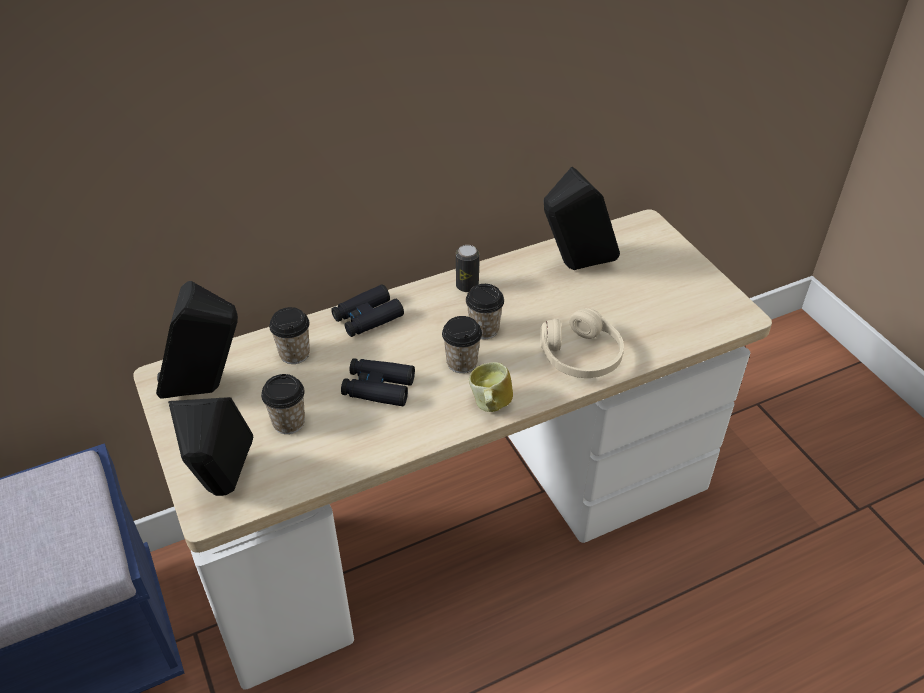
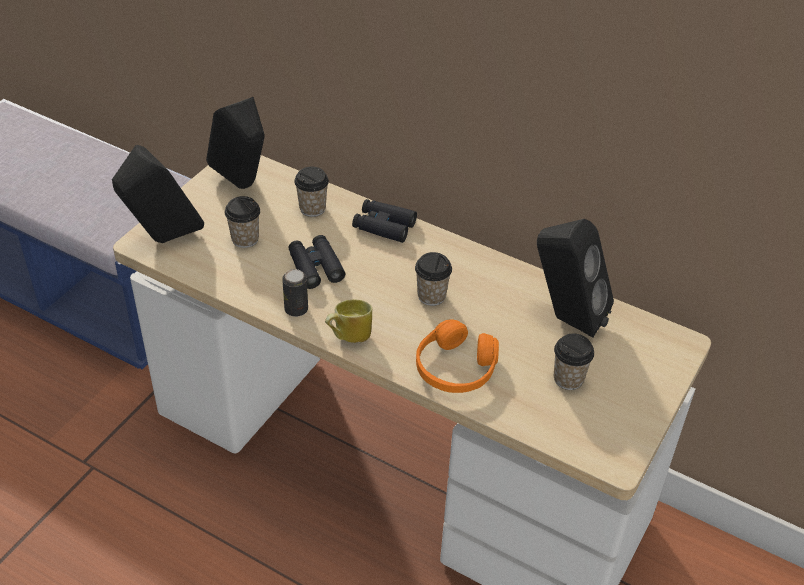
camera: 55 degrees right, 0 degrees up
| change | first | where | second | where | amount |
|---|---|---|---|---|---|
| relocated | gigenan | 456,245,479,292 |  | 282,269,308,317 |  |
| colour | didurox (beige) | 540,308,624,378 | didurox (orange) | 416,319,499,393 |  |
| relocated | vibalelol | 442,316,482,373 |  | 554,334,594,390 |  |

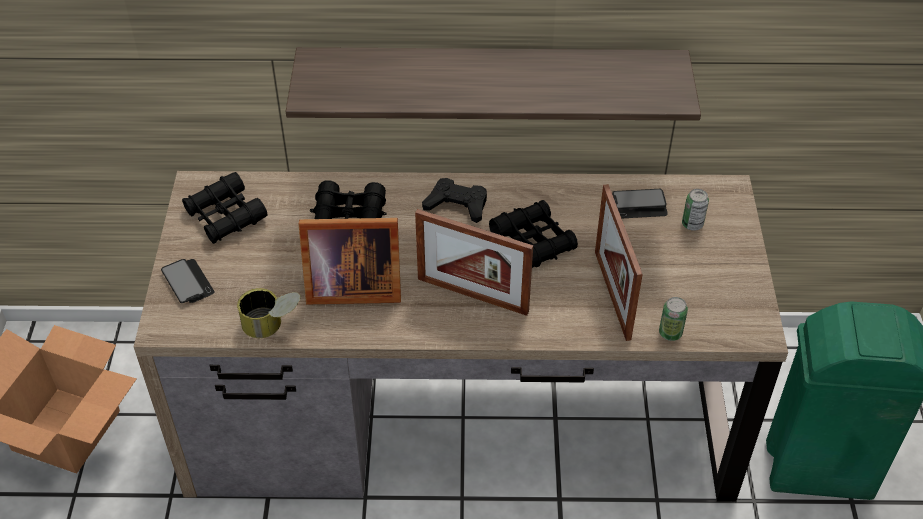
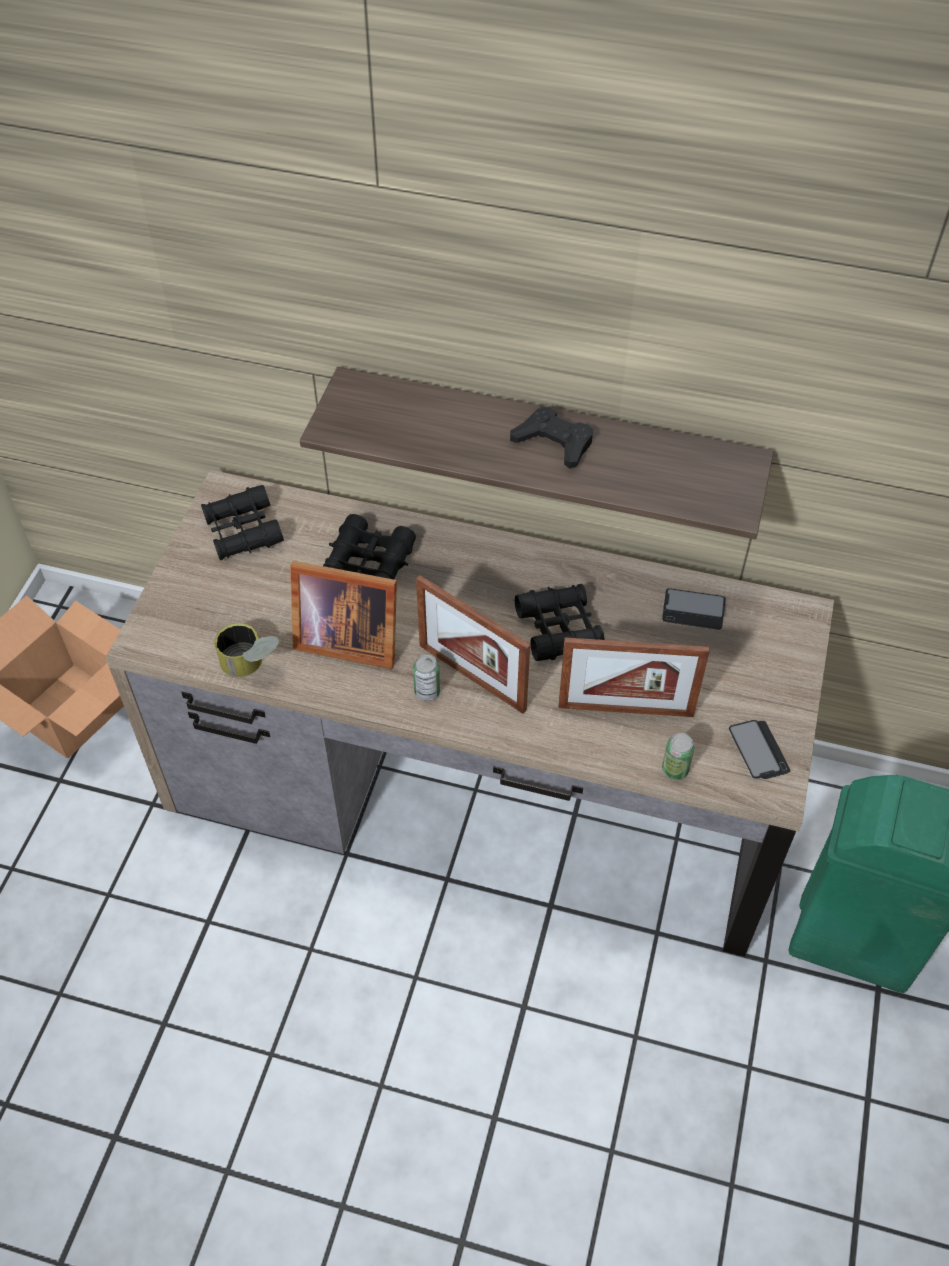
camera: 15 degrees right, 5 degrees up
| change | first | where | second | where | amount |
|---|---|---|---|---|---|
| relocated | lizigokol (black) | 422,178,487,223 |  | 510,407,593,469 |  |
| spun | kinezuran | 595,184,643,341 |  | 558,637,710,717 | 90 degrees counterclockwise |
| relocated | gigenan | 682,189,709,231 |  | 413,655,440,701 |  |
| relocated | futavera | 161,259,215,303 |  | 729,720,791,779 |  |

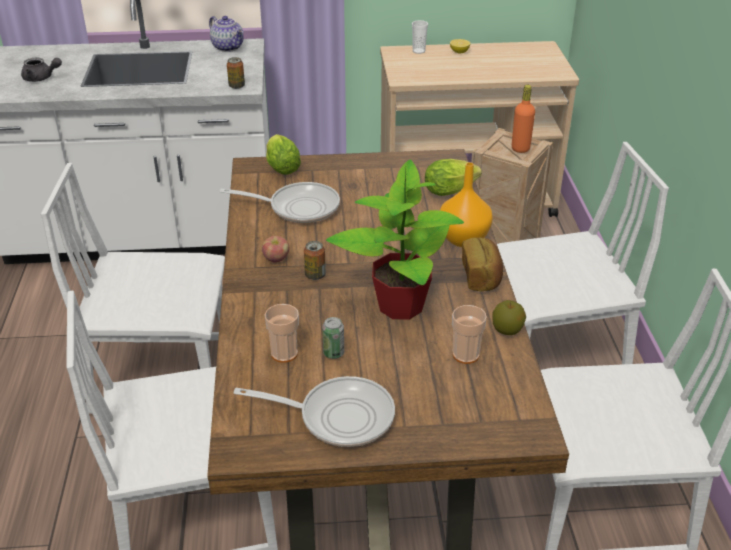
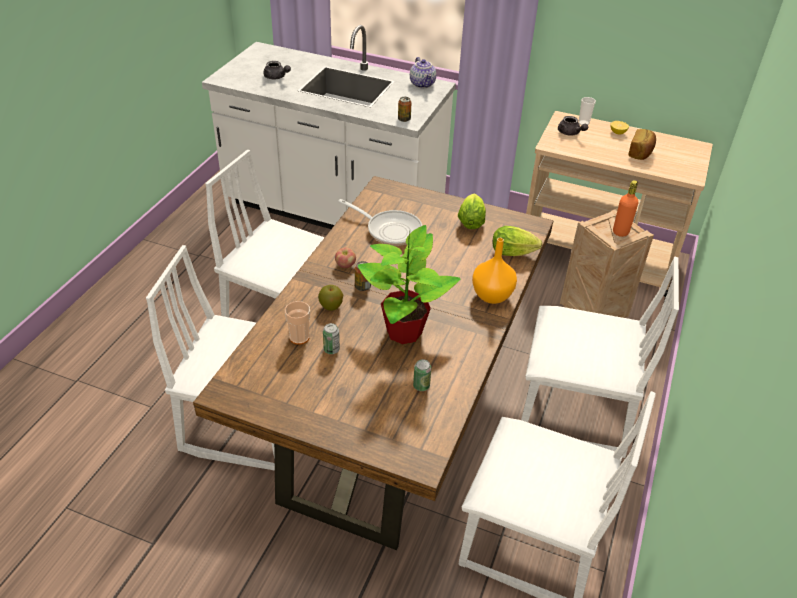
camera: 25 degrees right, 5 degrees up
| change | first | where | second | where | amount |
|---|---|---|---|---|---|
| relocated | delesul | 266,134,301,175 |  | 458,193,486,229 |  |
| relocated | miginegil | 462,238,503,291 |  | 628,129,656,160 |  |
| relocated | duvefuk | 492,300,526,335 |  | 318,285,343,311 |  |
| exchanged | vibalelol | 452,305,487,364 | gigenan | 413,359,431,391 |  |
| missing | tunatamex | 234,376,395,447 |  |  |  |
| appeared |  |  | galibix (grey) | 558,116,588,136 |  |

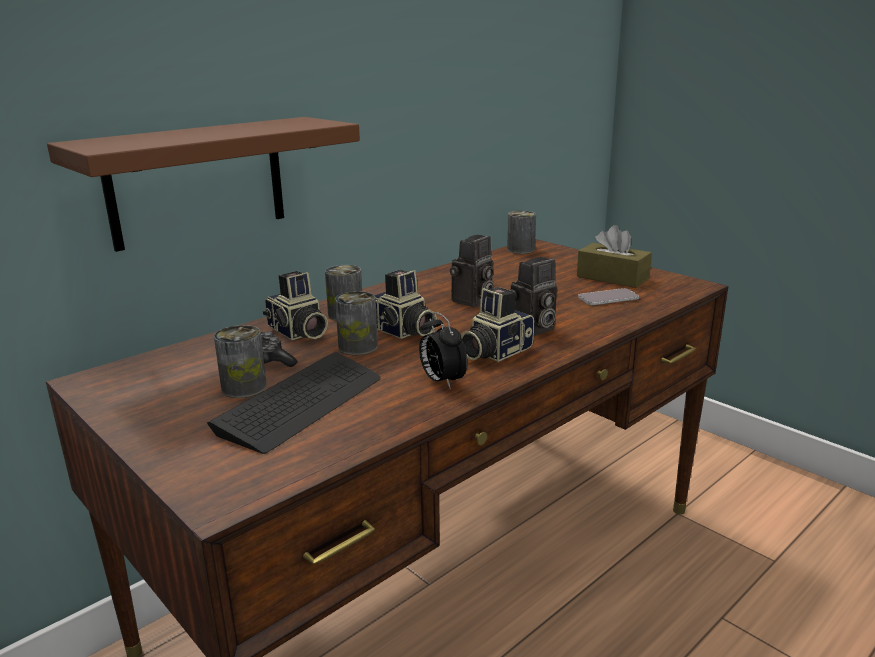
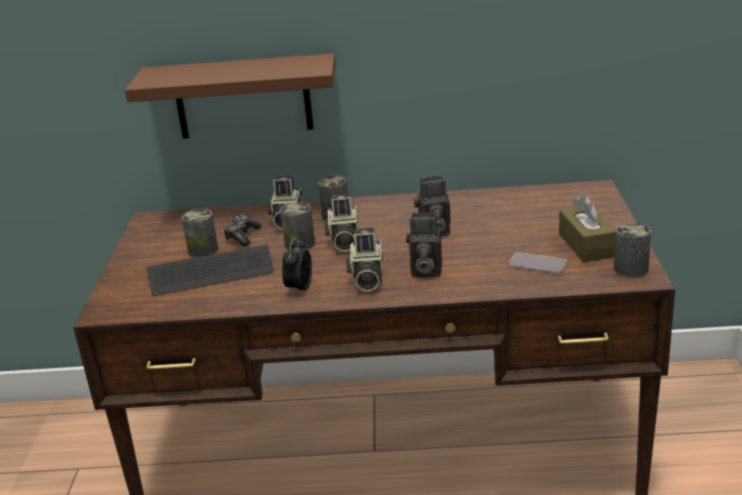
camera: 45 degrees right, 5 degrees up
| change | first | where | second | where | amount |
|---|---|---|---|---|---|
| relocated | gigenan | 507,211,536,254 |  | 614,222,651,278 |  |
| spun | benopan | 461,287,534,362 |  | 346,228,384,292 | 90 degrees counterclockwise |

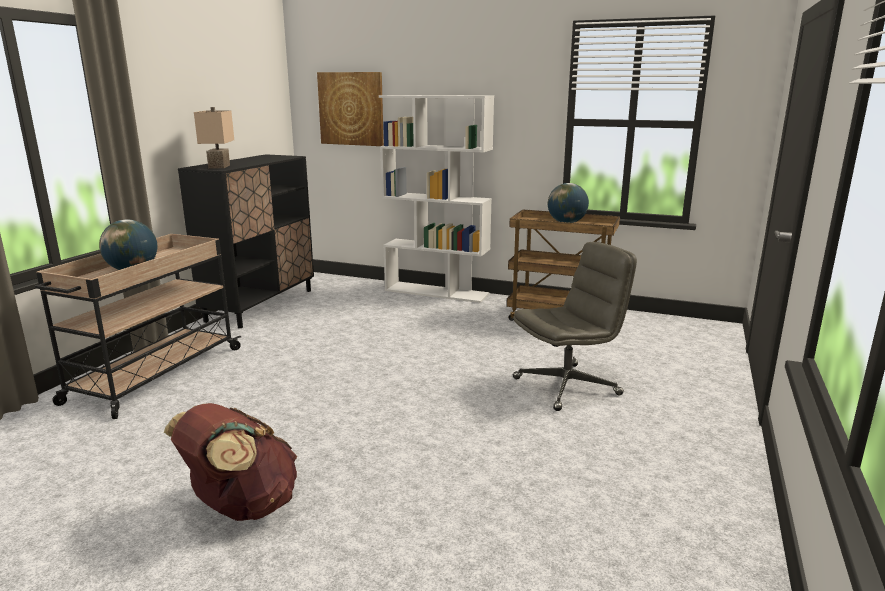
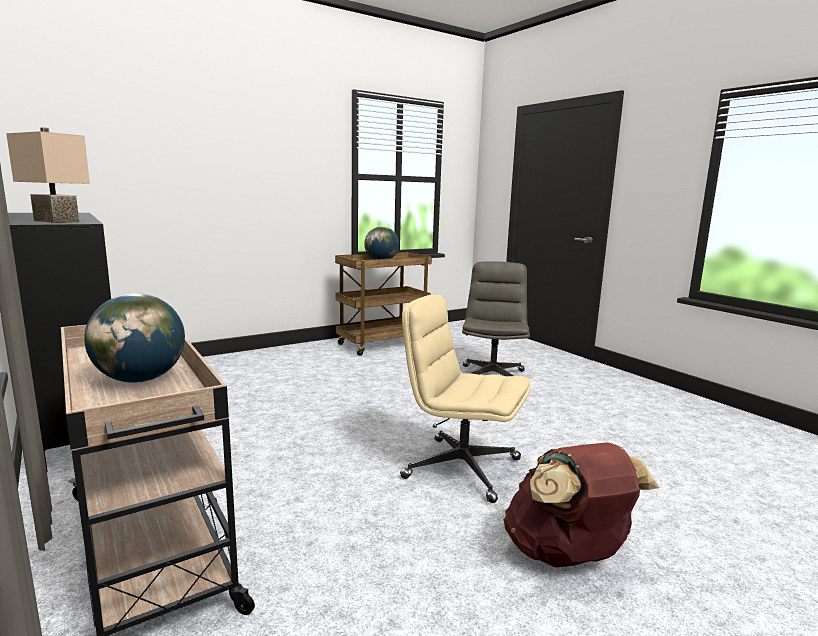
camera: 55 degrees left, 5 degrees down
| change | first | where | second | where | amount |
|---|---|---|---|---|---|
| missing | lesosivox | 317,72,384,146 |  |  |  |
| missing | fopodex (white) | 379,95,494,303 |  |  |  |
| appeared |  |  | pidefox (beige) | 400,295,530,503 |  |

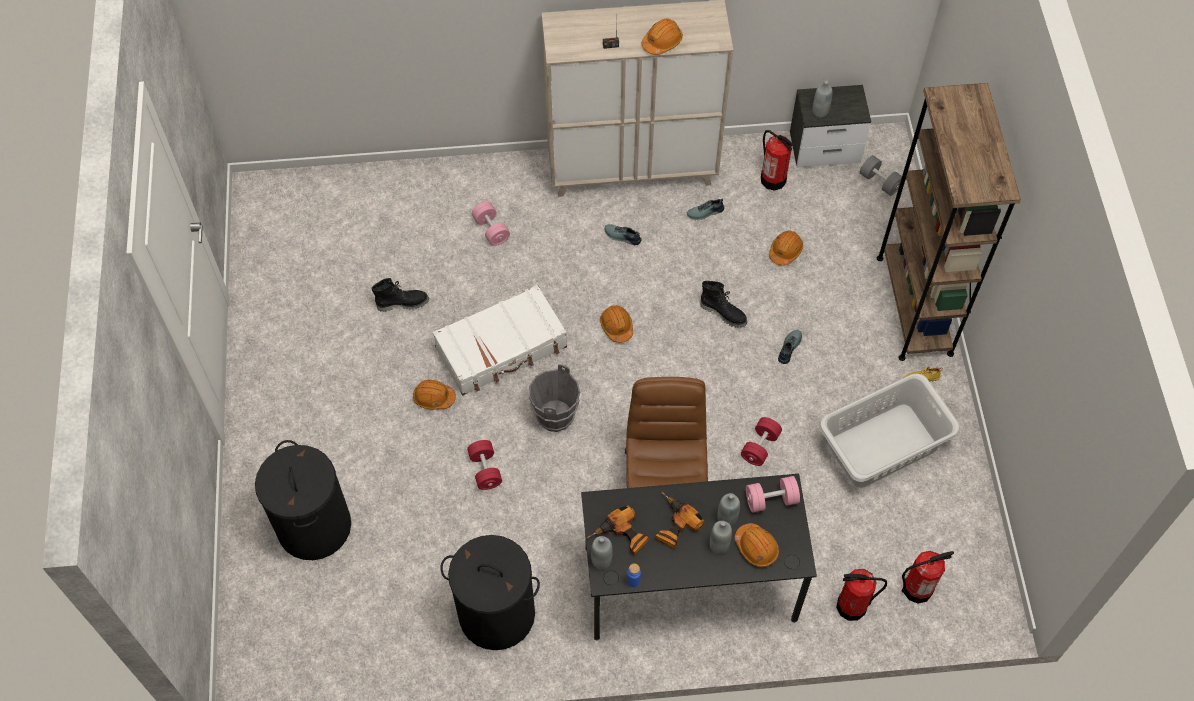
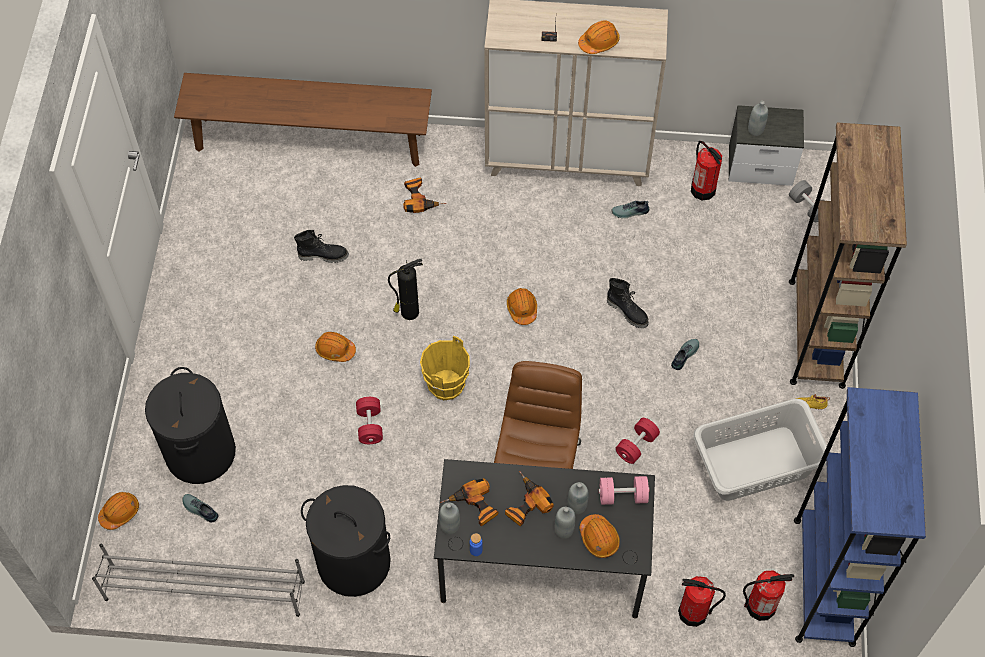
camera: 10 degrees right, 0 degrees up
| change | first | where | second | where | amount |
|---|---|---|---|---|---|
| exchanged | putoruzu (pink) | 472,202,510,246 | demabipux | 403,177,447,213 |  |
| relocated | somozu | 605,224,642,245 |  | 182,494,219,522 |  |
| relocated | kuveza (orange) | 769,231,803,266 |  | 98,492,139,530 |  |
| exchanged | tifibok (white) | 433,285,567,395 | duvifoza | 388,259,423,320 |  |
| colour | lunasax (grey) | 529,364,580,432 | lunasax (yellow) | 420,336,470,401 |  |
| appeared |  |  | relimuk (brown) | 174,73,432,167 |  |
| appeared |  |  | fopodex (blue) | 794,387,926,647 |  |
| appeared |  |  | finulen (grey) | 92,543,305,617 |  |

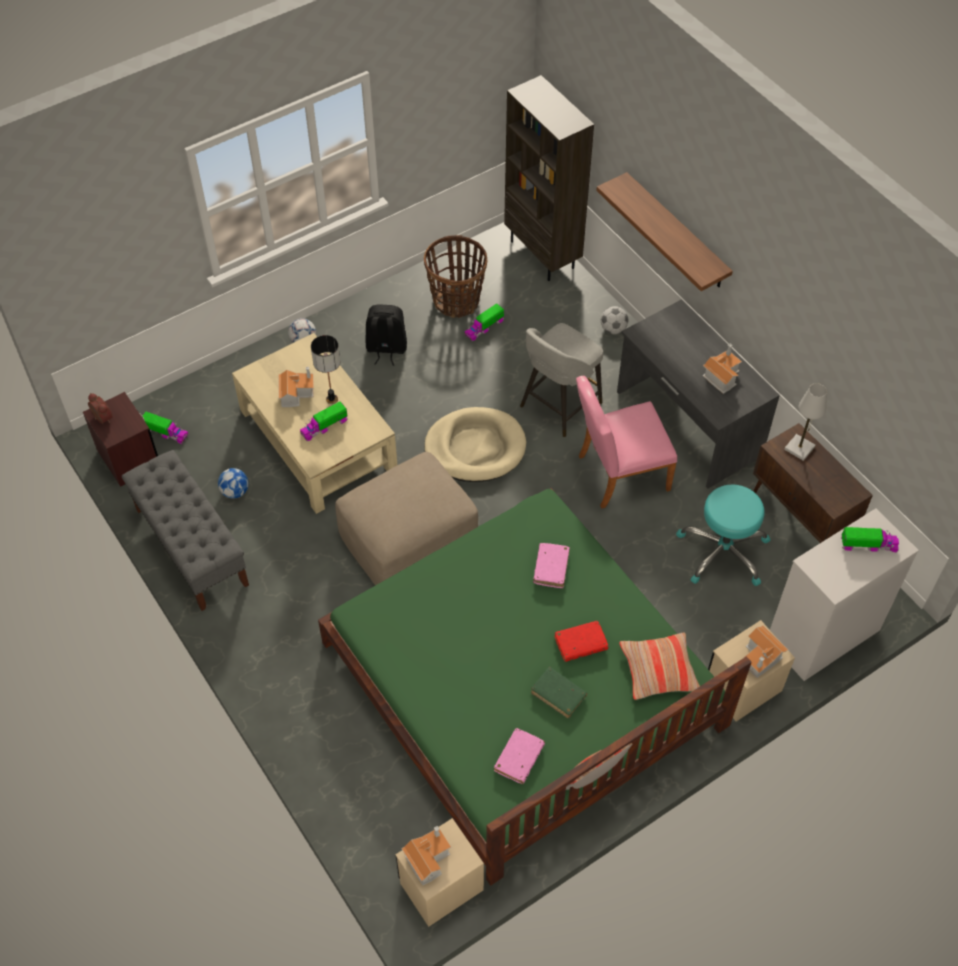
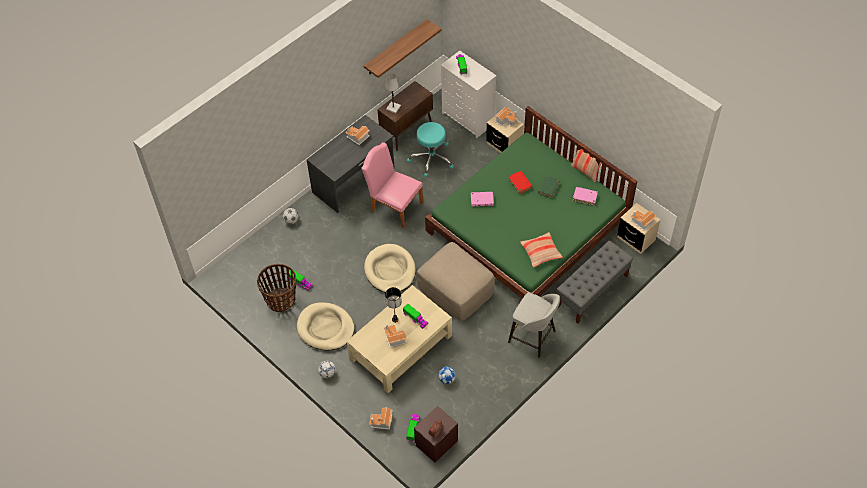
camera: 100 degrees left, 0 degrees up
| change | first | where | second | where | amount |
|---|---|---|---|---|---|
| missing | fopodex (brown) | 504,75,594,281 |  |  |  |
| relocated | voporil | 596,172,733,291 |  | 364,19,442,78 |  |
| exchanged | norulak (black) | 365,304,407,366 | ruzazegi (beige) | 297,302,355,351 |  |
| relocated | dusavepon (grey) | 520,323,603,437 |  | 508,293,560,358 |  |
| spun | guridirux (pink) | 576,376,677,508 |  | 361,142,423,228 | 150 degrees clockwise |
| relocated | relimuk (grey) | 122,450,249,611 |  | 557,241,633,324 |  |
| relocated | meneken | 619,633,700,700 |  | 520,232,563,268 |  |
| appeared |  |  | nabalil | 369,407,393,430 |  |

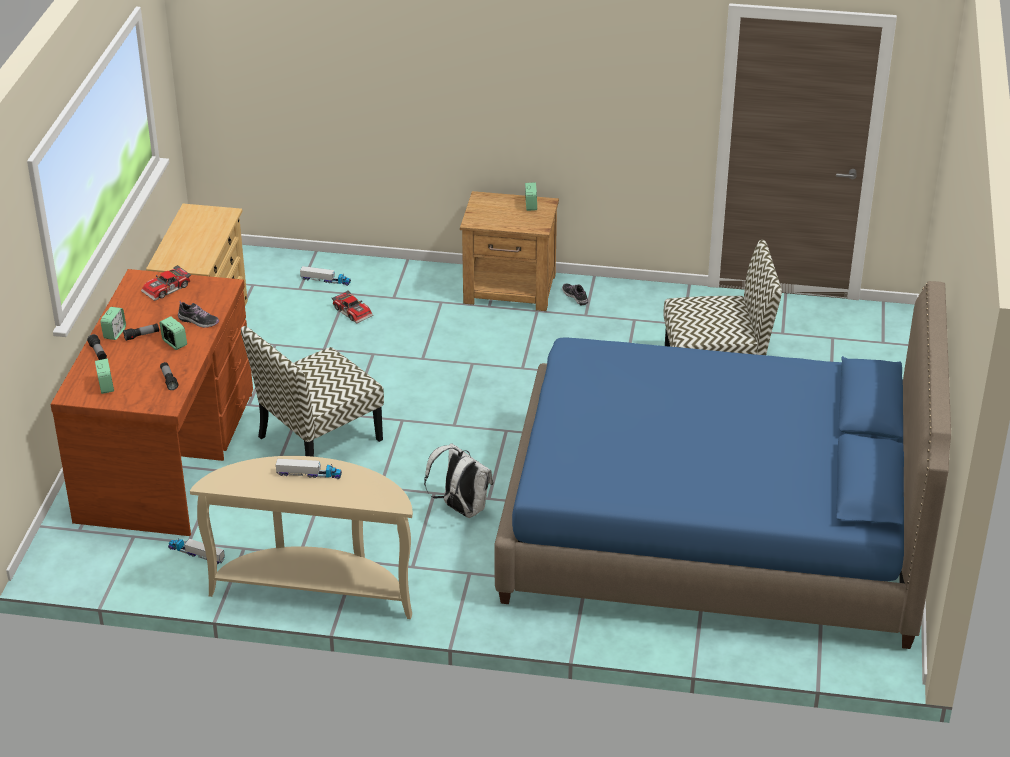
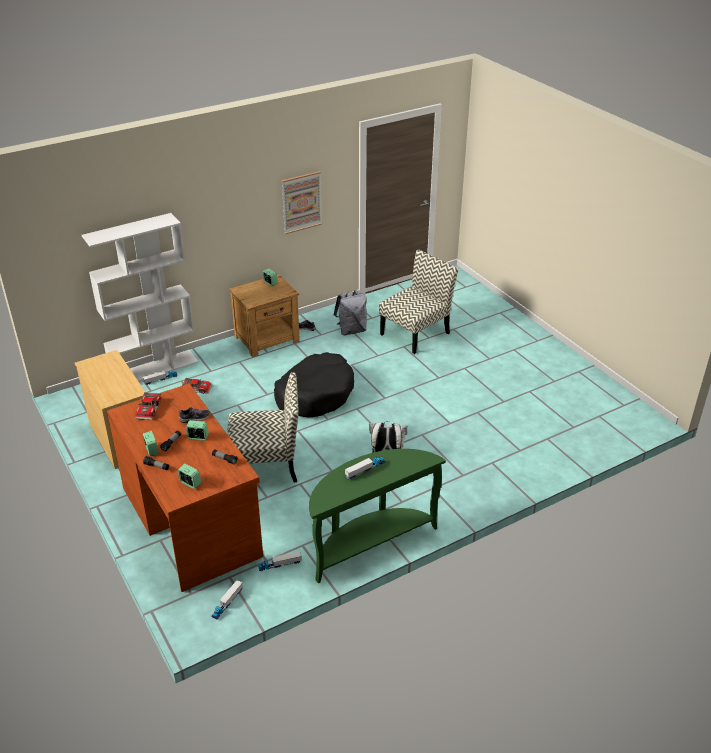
camera: 40 degrees left, 0 degrees up
| change | first | where | second | where | amount |
|---|---|---|---|---|---|
| missing | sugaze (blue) | 494,281,951,649 |  |  |  |
| spun | guridirux | 241,326,384,457 |  | 227,372,299,482 | 105 degrees counterclockwise |
| colour | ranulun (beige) | 190,456,413,619 | ranulun (green) | 309,449,446,583 |  |
| appeared |  |  | lesosivox | 281,171,322,234 |  |
| appeared |  |  | fopodex (white) | 82,213,198,382 |  |
| appeared |  |  | norulak (grey) | 334,290,367,335 |  |
| appeared |  |  | ruzazegi (black) | 274,352,354,417 |  |
| appeared |  |  | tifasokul | 212,580,243,619 |  |

